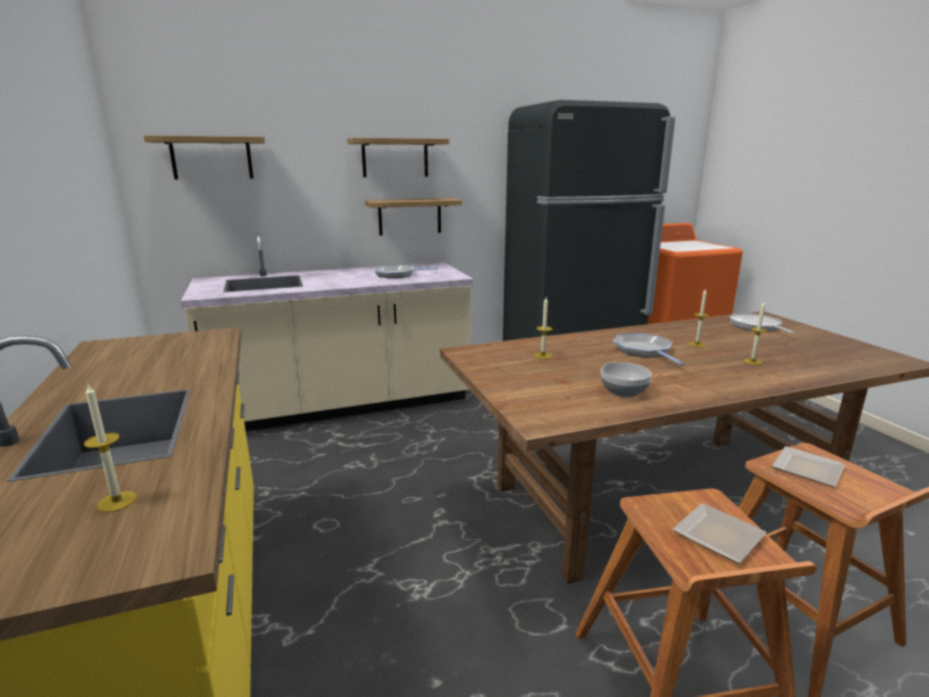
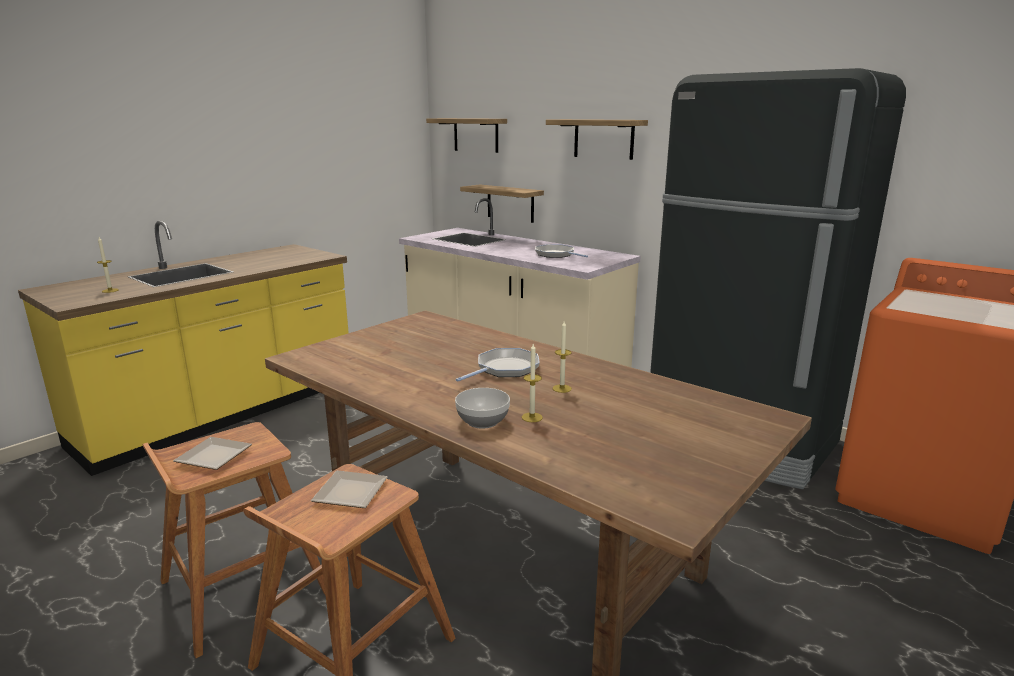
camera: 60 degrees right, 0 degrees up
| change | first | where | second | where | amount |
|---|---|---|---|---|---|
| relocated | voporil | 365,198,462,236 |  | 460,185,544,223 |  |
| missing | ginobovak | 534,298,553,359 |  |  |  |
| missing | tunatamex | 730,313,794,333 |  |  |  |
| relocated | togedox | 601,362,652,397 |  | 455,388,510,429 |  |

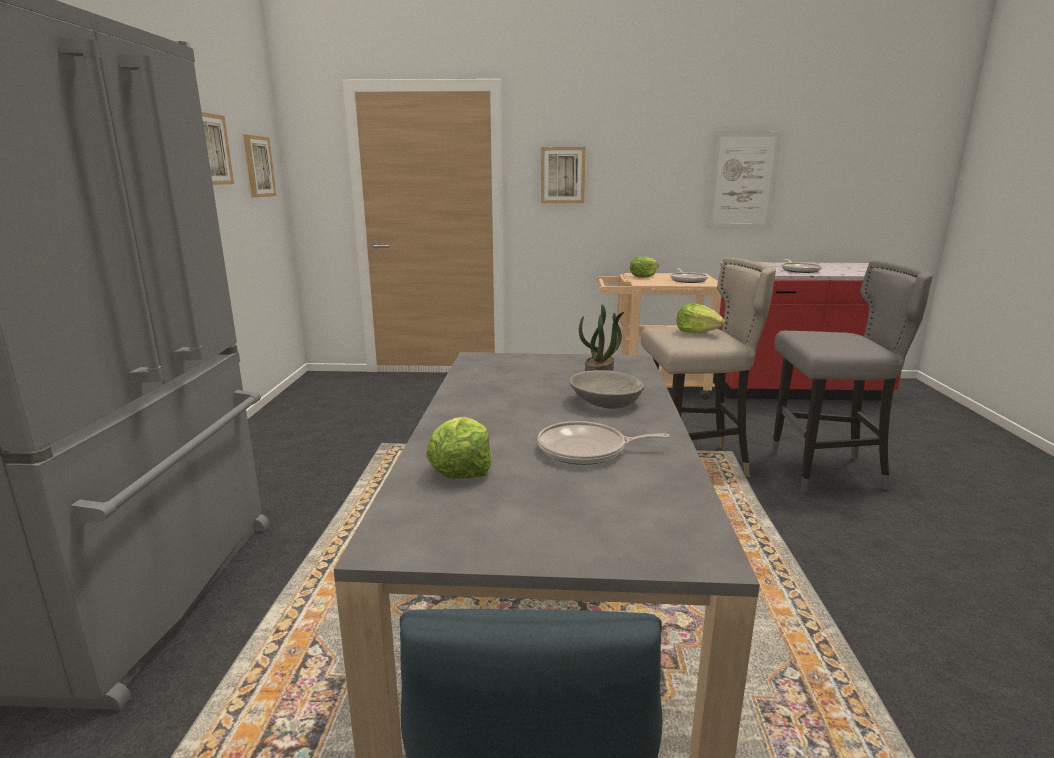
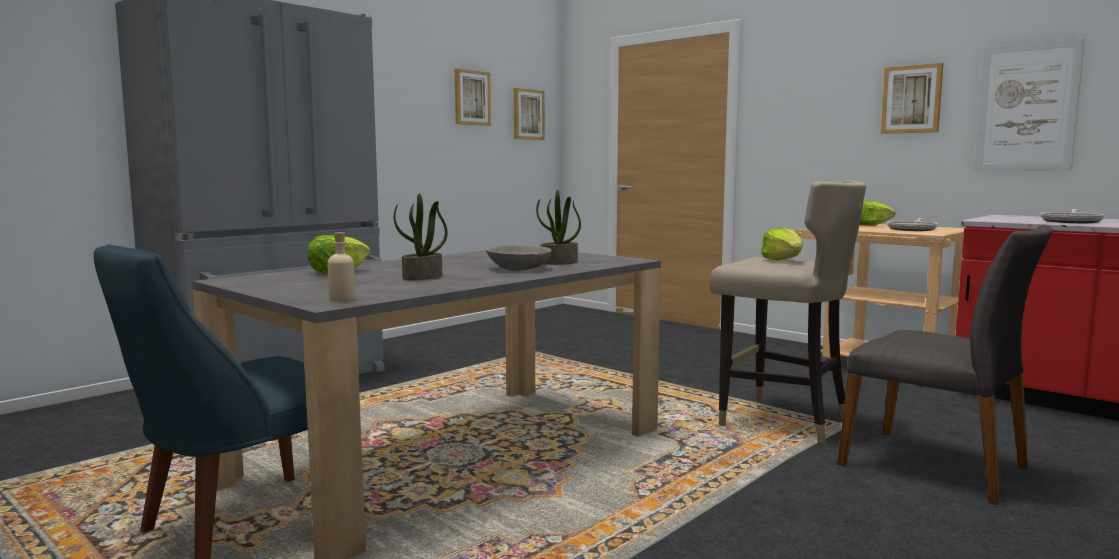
camera: 40 degrees right, 10 degrees down
| change | first | where | second | where | amount |
|---|---|---|---|---|---|
| relocated | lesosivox | 541,147,586,203 |  | 881,63,943,134 |  |
| exchanged | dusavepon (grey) | 772,260,933,493 | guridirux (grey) | 837,224,1053,505 |  |
| exchanged | tunatamex | 537,421,670,465 | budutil | 394,194,448,280 |  |
| appeared |  |  | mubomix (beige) | 328,232,355,301 |  |

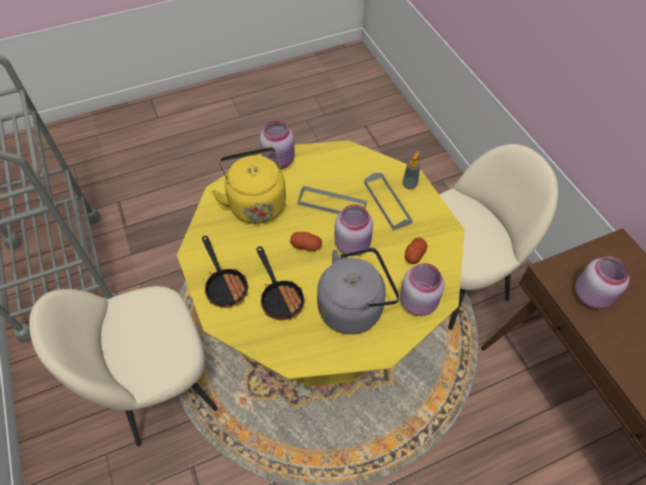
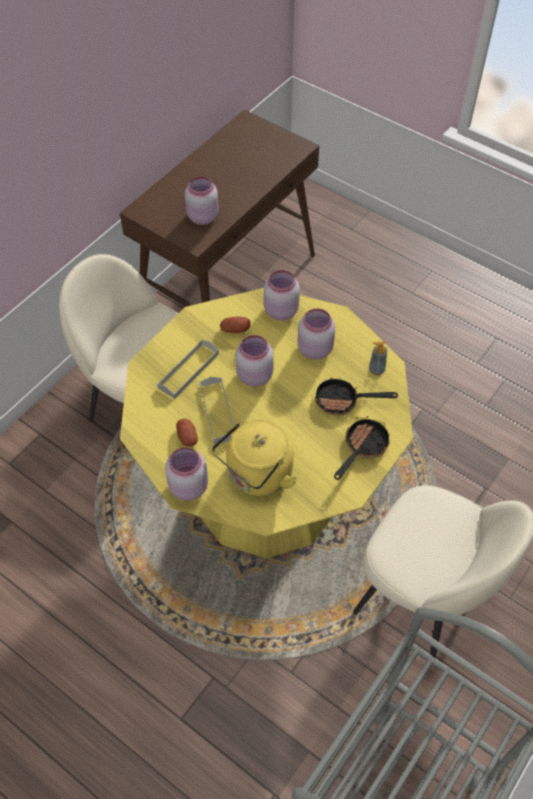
camera: 120 degrees left, 0 degrees up
| change | first | where | second | where | amount |
|---|---|---|---|---|---|
| relocated | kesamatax | 402,151,421,190 |  | 369,341,387,376 |  |
| relocated | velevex | 290,232,322,251 |  | 176,419,198,447 |  |
| spun | tunatamex | 256,246,306,321 |  | 315,378,398,416 | 120 degrees counterclockwise |
| exchanged | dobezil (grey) | 317,247,400,334 | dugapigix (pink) | 298,308,335,360 |  |

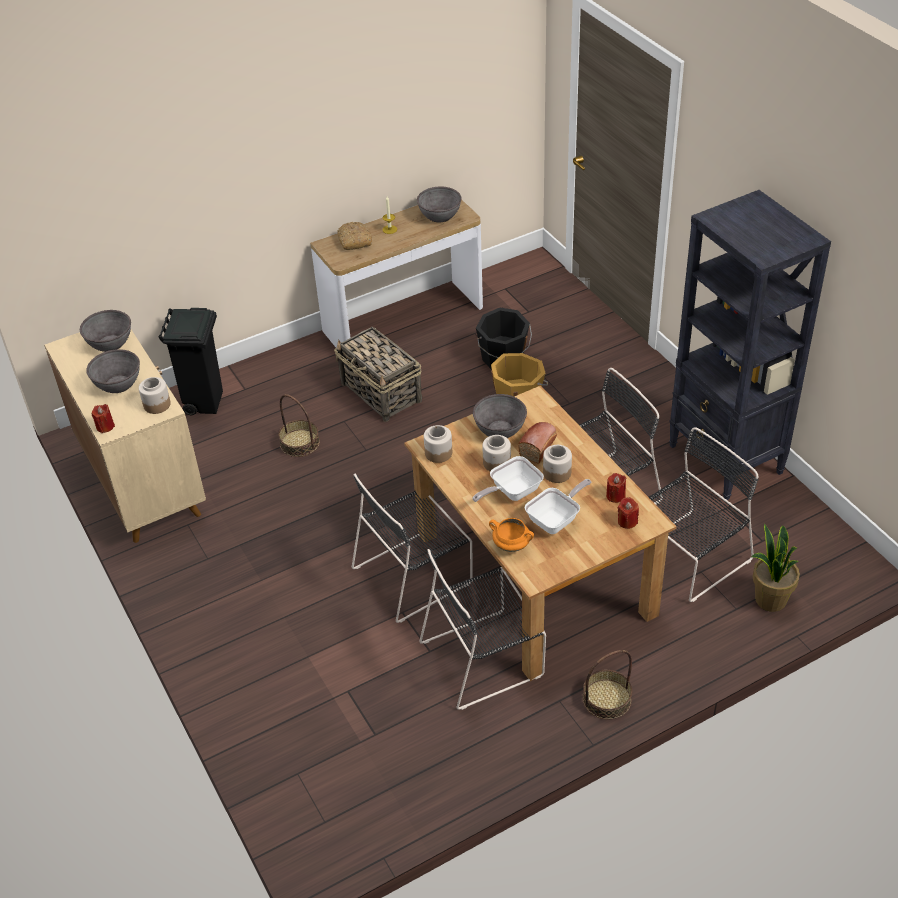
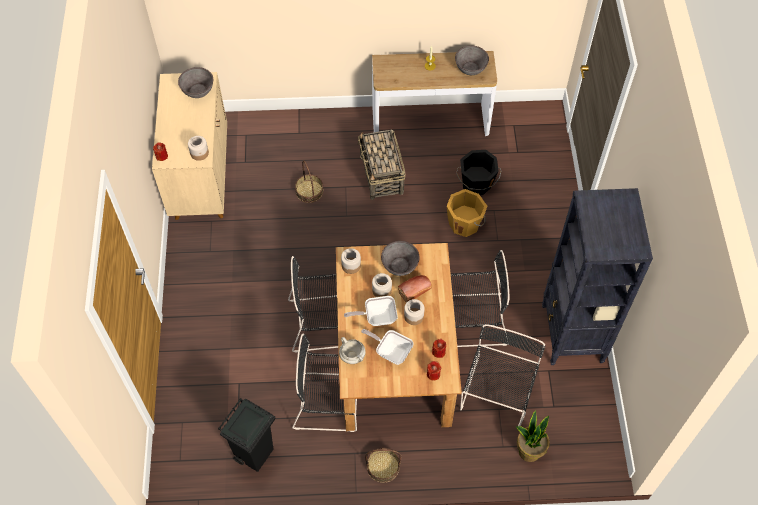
camera: 25 degrees right, 15 degrees up
| change | first | where | second | where | amount |
|---|---|---|---|---|---|
| missing | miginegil | 337,222,372,250 |  |  |  |
| relocated | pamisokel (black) | 159,308,223,416 |  | 218,398,276,472 |  |
| missing | togedox (grey) | 86,349,140,393 |  |  |  |
| spun | guridirux (black) | 649,427,759,602 |  | 460,324,545,426 | 60 degrees counterclockwise |
| spun | tunatamex | 525,479,592,534 |  | 361,329,414,365 | 135 degrees counterclockwise |
| colour | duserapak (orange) | 489,518,534,552 | duserapak (white) | 339,337,366,364 |  |

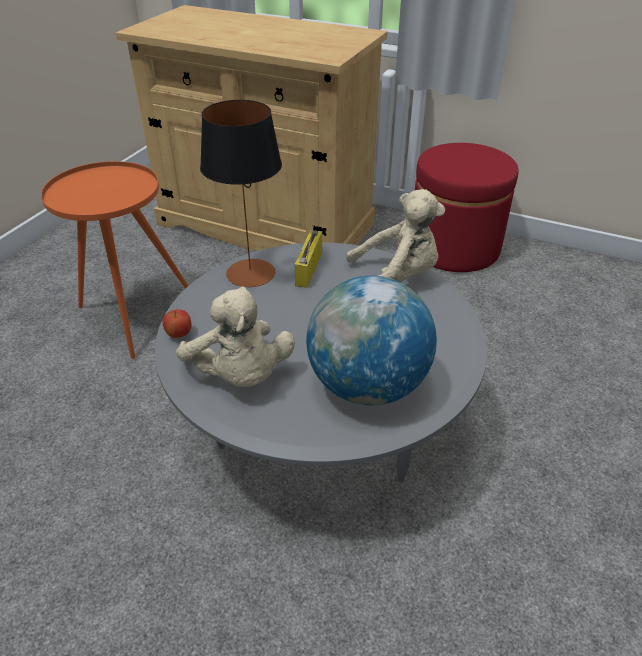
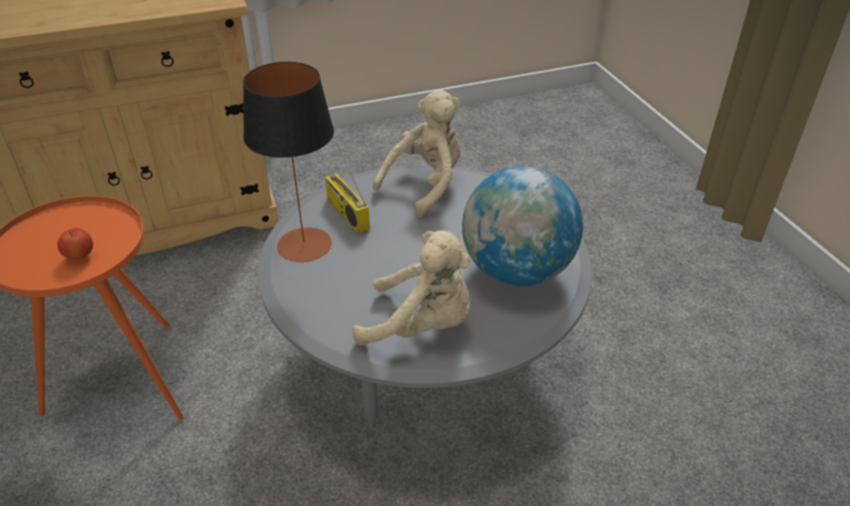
camera: 45 degrees left, 0 degrees up
| change | first | where | second | where | amount |
|---|---|---|---|---|---|
| missing | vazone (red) | 415,143,519,272 |  |  |  |
| relocated | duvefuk | 163,310,192,338 |  | 57,228,93,260 |  |

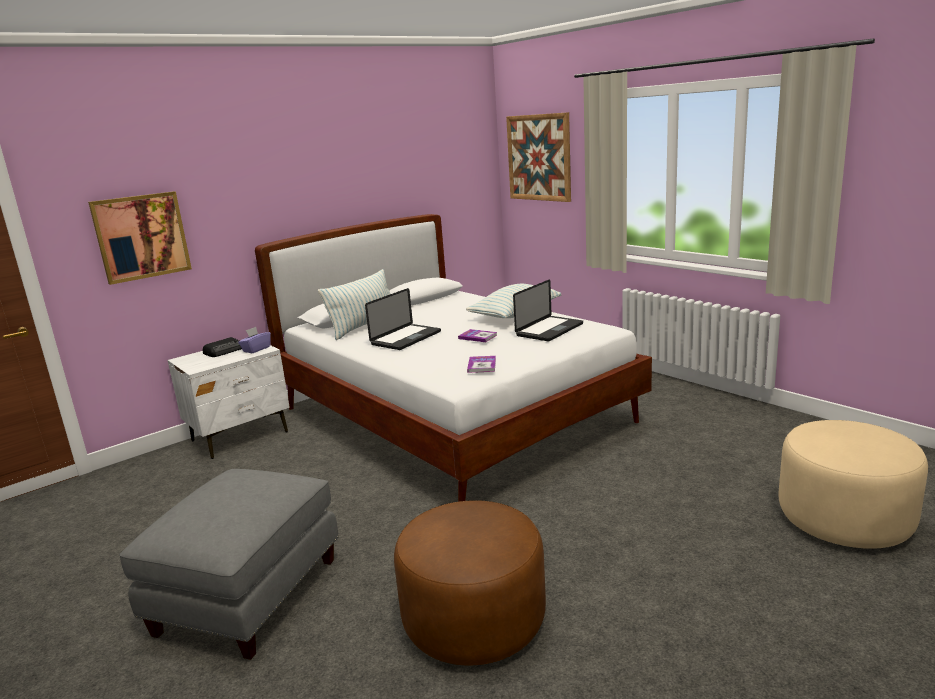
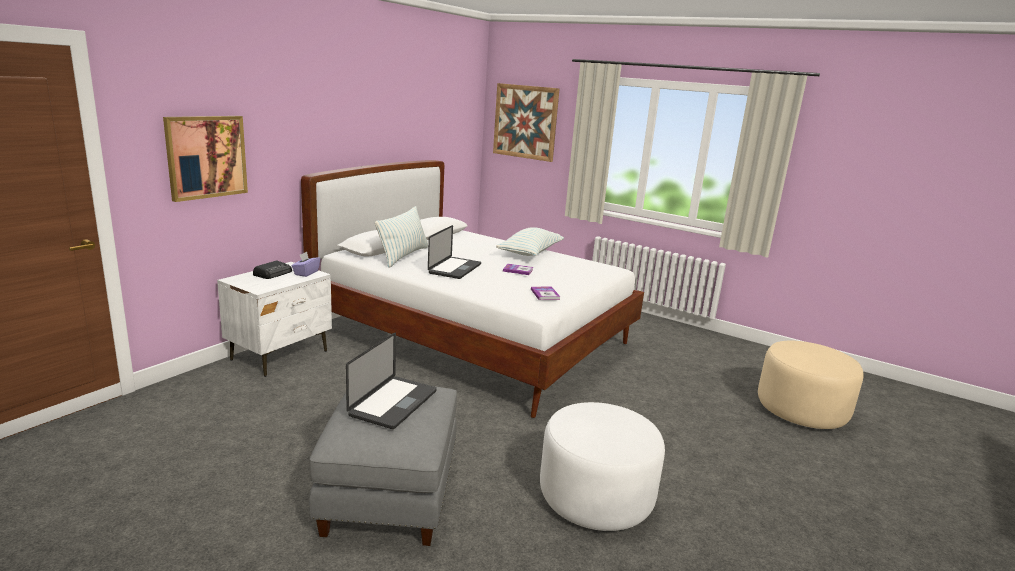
camera: 20 degrees left, 0 degrees up
| change | first | where | second | where | amount |
|---|---|---|---|---|---|
| relocated | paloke | 513,279,583,341 |  | 346,333,437,429 |  |
| colour | vazone (brown) | 394,500,546,666 | vazone (white) | 540,402,665,531 |  |

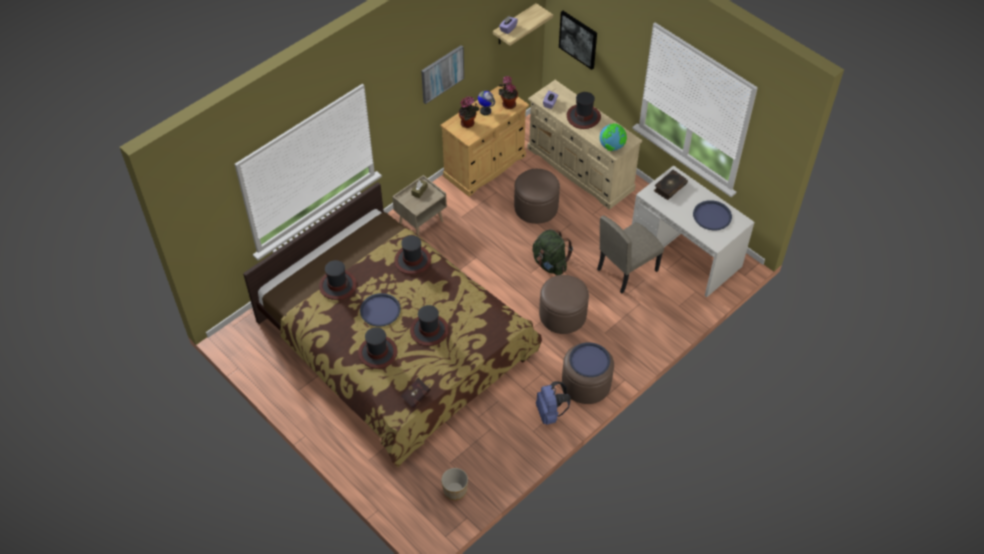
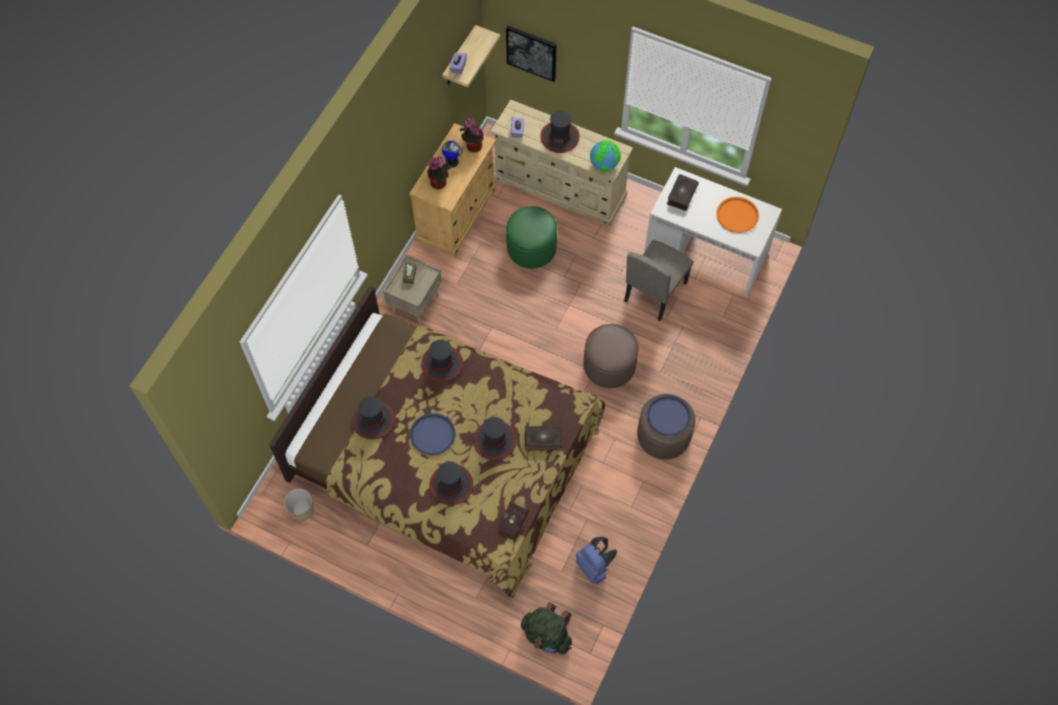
camera: 20 degrees left, 10 degrees up
| change | first | where | second | where | amount |
|---|---|---|---|---|---|
| missing | lesosivox | 421,45,464,104 |  |  |  |
| colour | vazone (brown) | 514,169,560,224 | vazone (green) | 506,206,557,269 |  |
| colour | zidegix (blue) | 693,200,732,230 | zidegix (orange) | 716,197,759,233 |  |
| relocated | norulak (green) | 532,229,573,275 |  | 521,602,572,654 |  |
| relocated | norulak (blue) | 536,381,571,425 |  | 576,537,617,584 |  |
| relocated | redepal | 441,468,468,500 |  | 284,489,314,521 |  |
| appeared |  |  | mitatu | 525,426,562,451 |  |

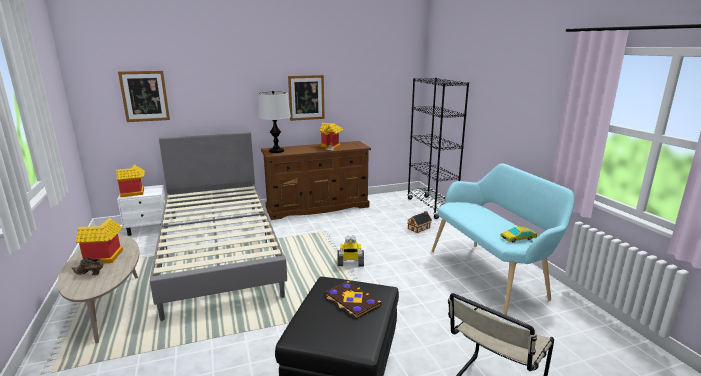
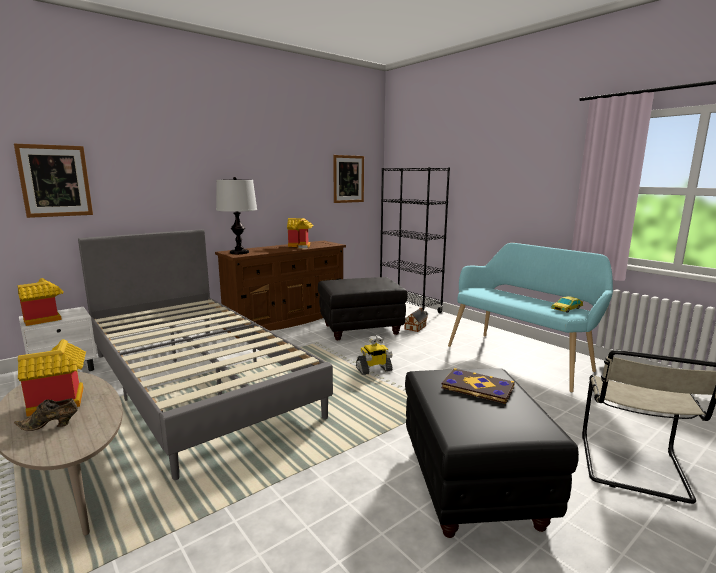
camera: 20 degrees left, 5 degrees down
| change | first | where | second | where | amount |
|---|---|---|---|---|---|
| relocated | lesosivox | 288,75,325,121 |  | 333,155,364,203 |  |
| appeared |  |  | vazone (black) | 318,277,408,340 |  |

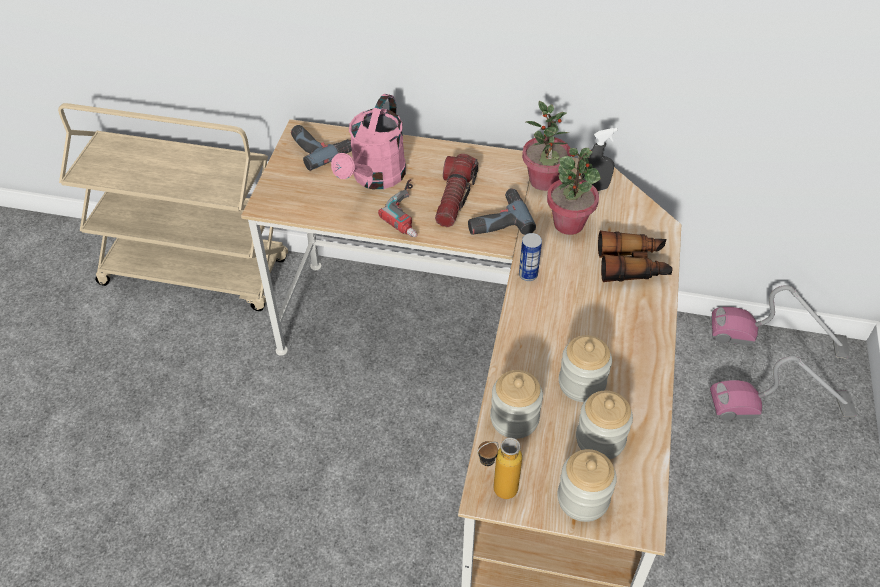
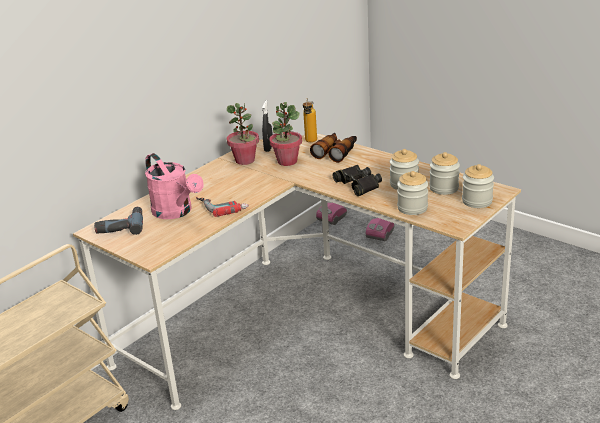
camera: 60 degrees left, 20 degrees down
| change | first | where | second | where | amount |
|---|---|---|---|---|---|
| missing | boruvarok | 435,154,478,227 |  |  |  |
| missing | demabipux | 468,189,536,235 |  |  |  |
| missing | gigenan | 519,233,542,281 |  |  |  |
| relocated | mubomix | 477,438,522,499 |  | 303,98,317,142 |  |
| appeared |  |  | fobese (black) | 333,165,382,196 |  |

